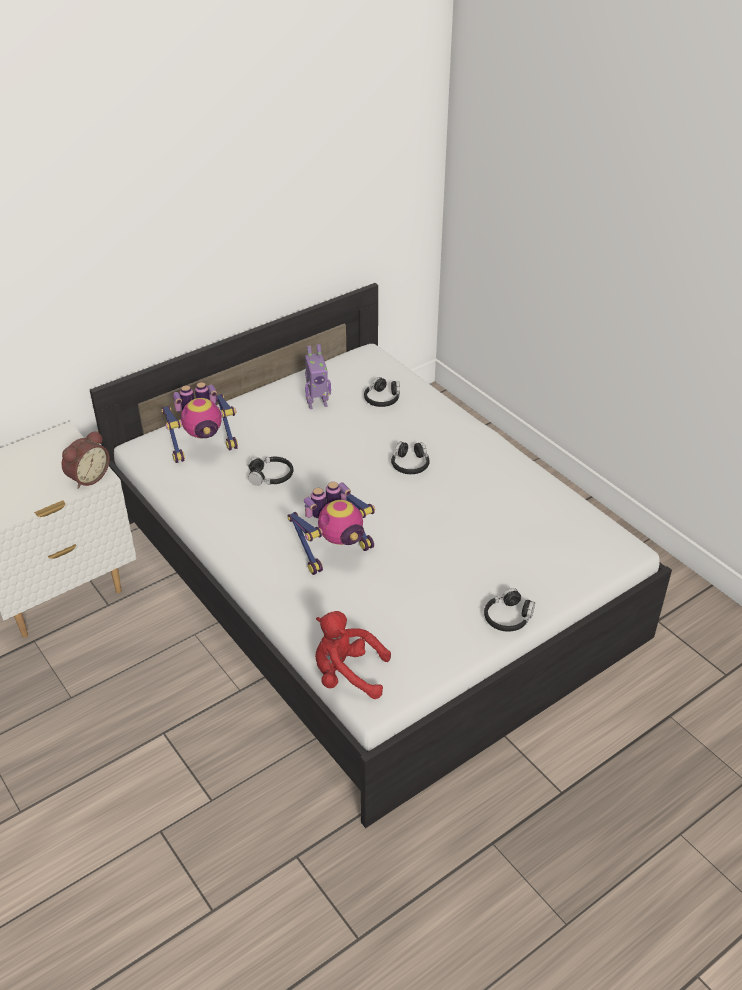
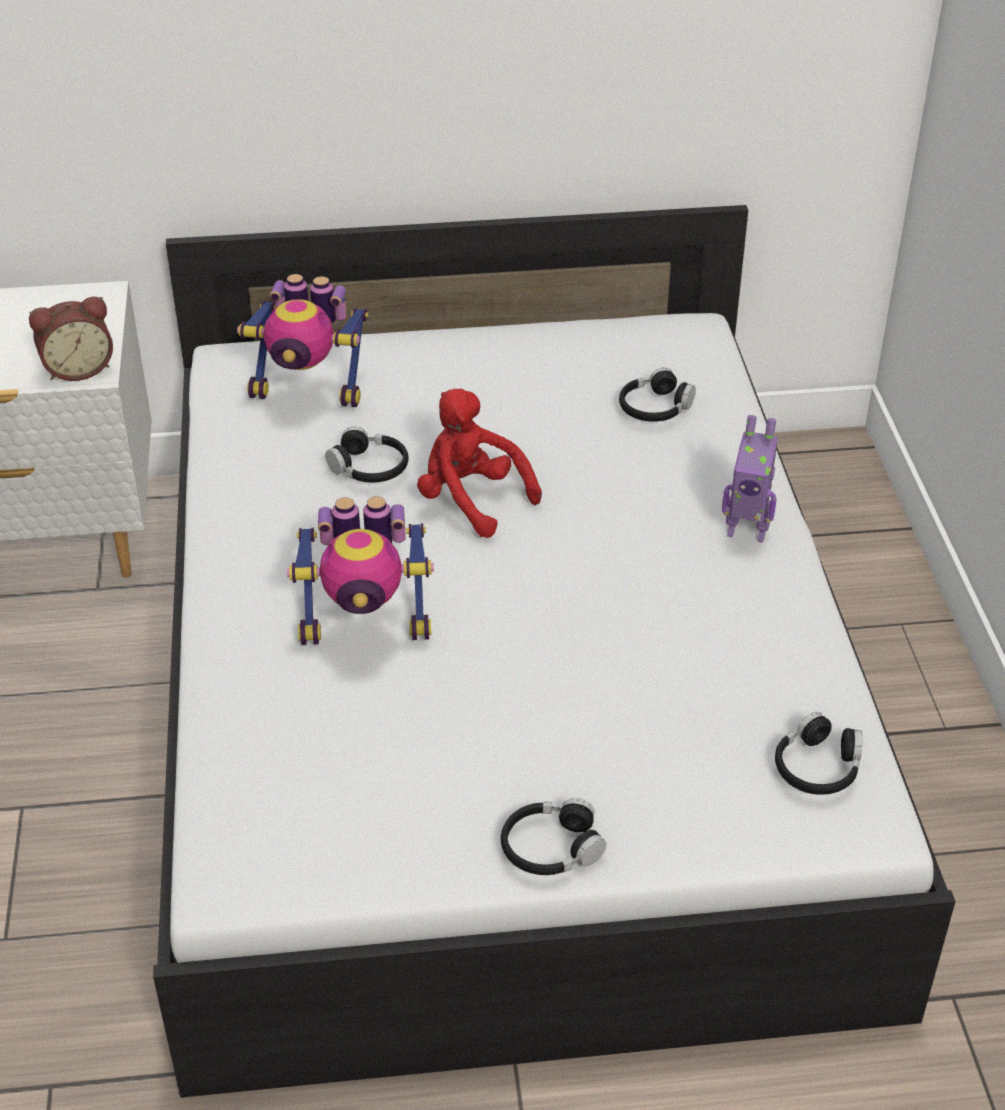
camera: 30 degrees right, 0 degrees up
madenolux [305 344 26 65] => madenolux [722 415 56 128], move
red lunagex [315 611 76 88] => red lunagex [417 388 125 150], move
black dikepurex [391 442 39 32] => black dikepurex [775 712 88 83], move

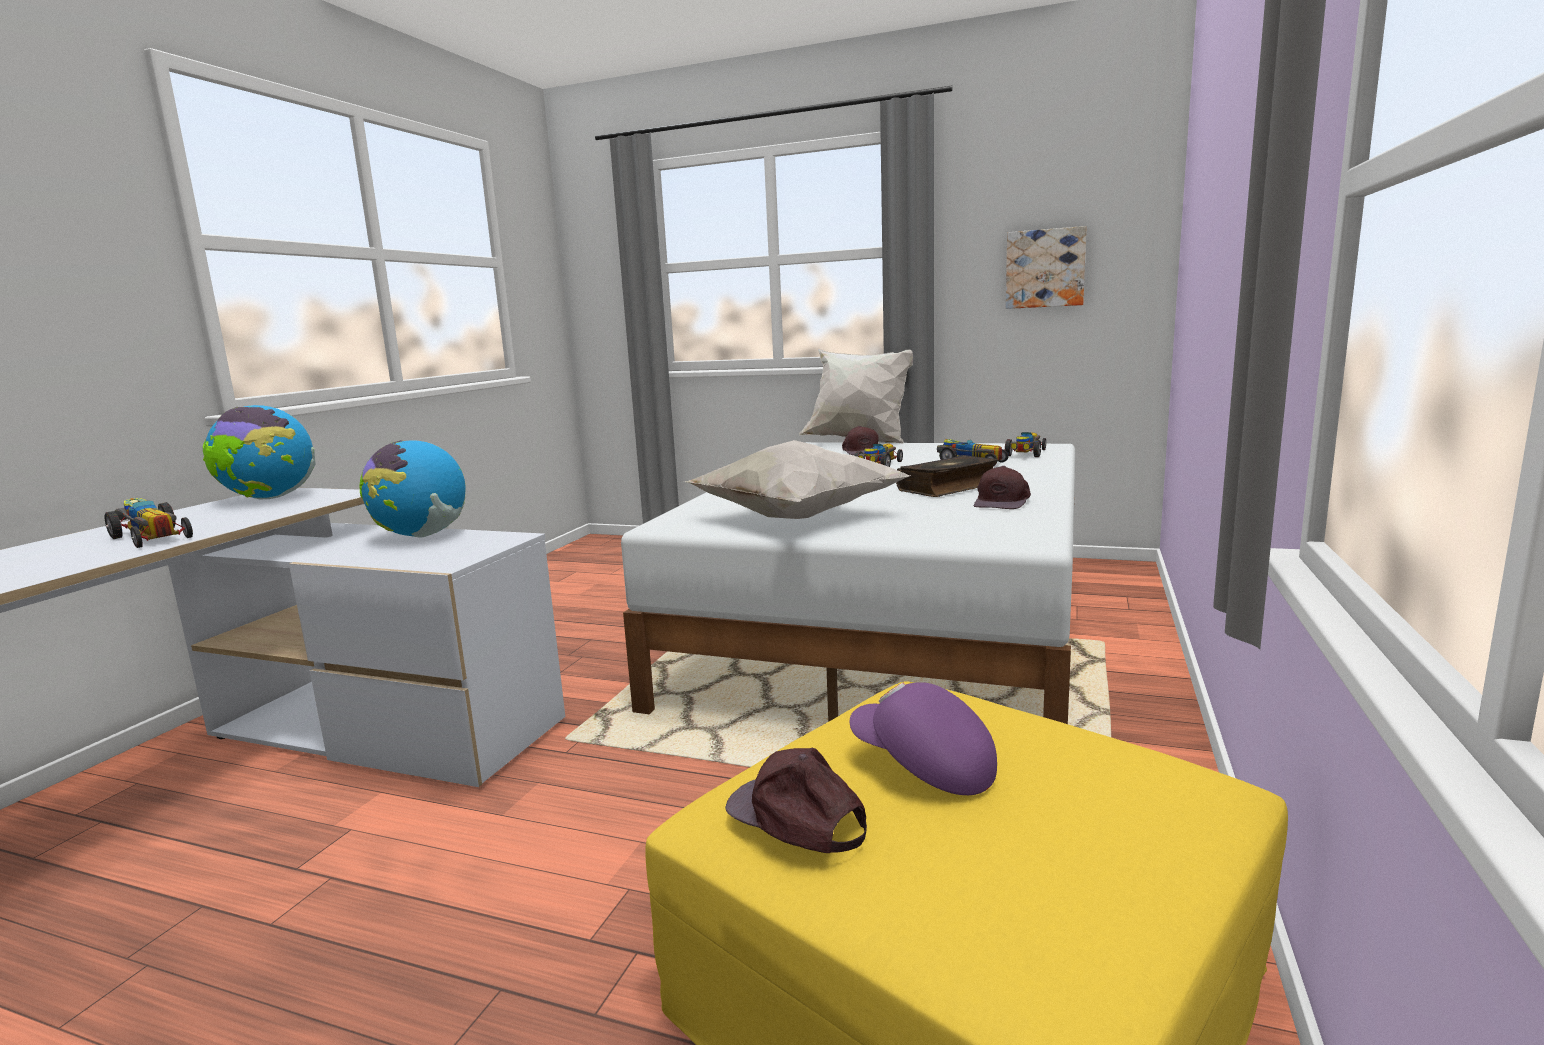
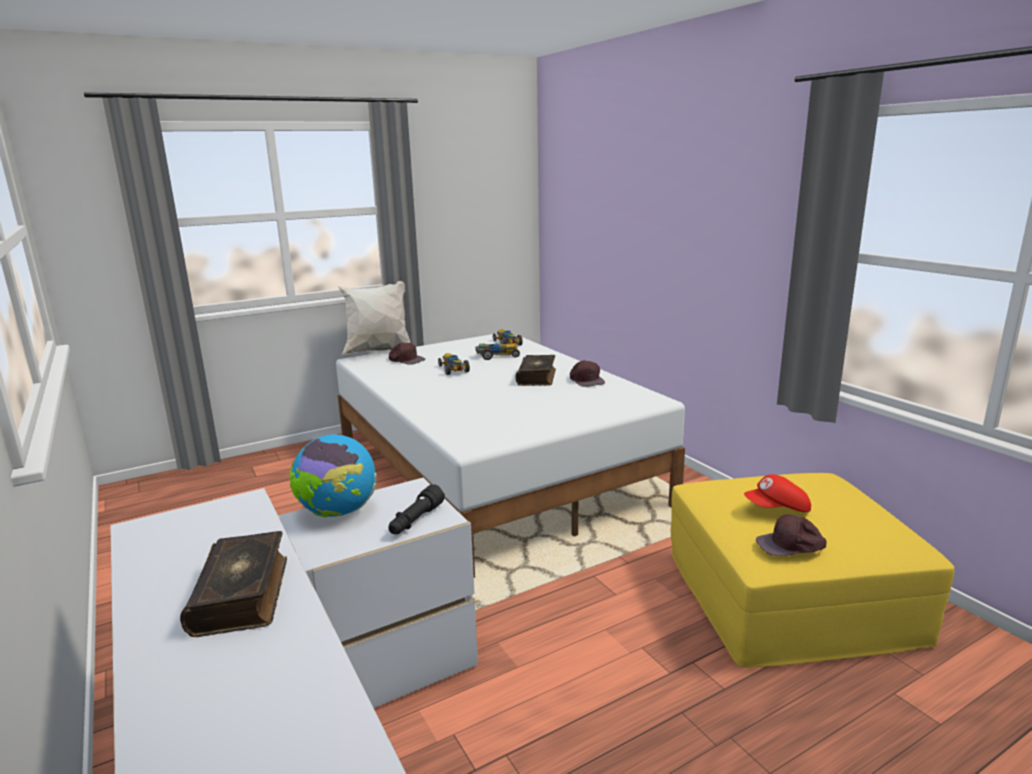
camera: 50 degrees left, 5 degrees up
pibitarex [203 405 113 94] => nothing
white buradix [684 440 226 79] => nothing
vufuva [1006 226 81 83] => nothing
nothing => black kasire [389 484 56 50]
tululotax [104 498 89 50] => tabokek [180 531 107 106]
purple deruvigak [850 682 147 113] => red deruvigak [744 474 67 38]

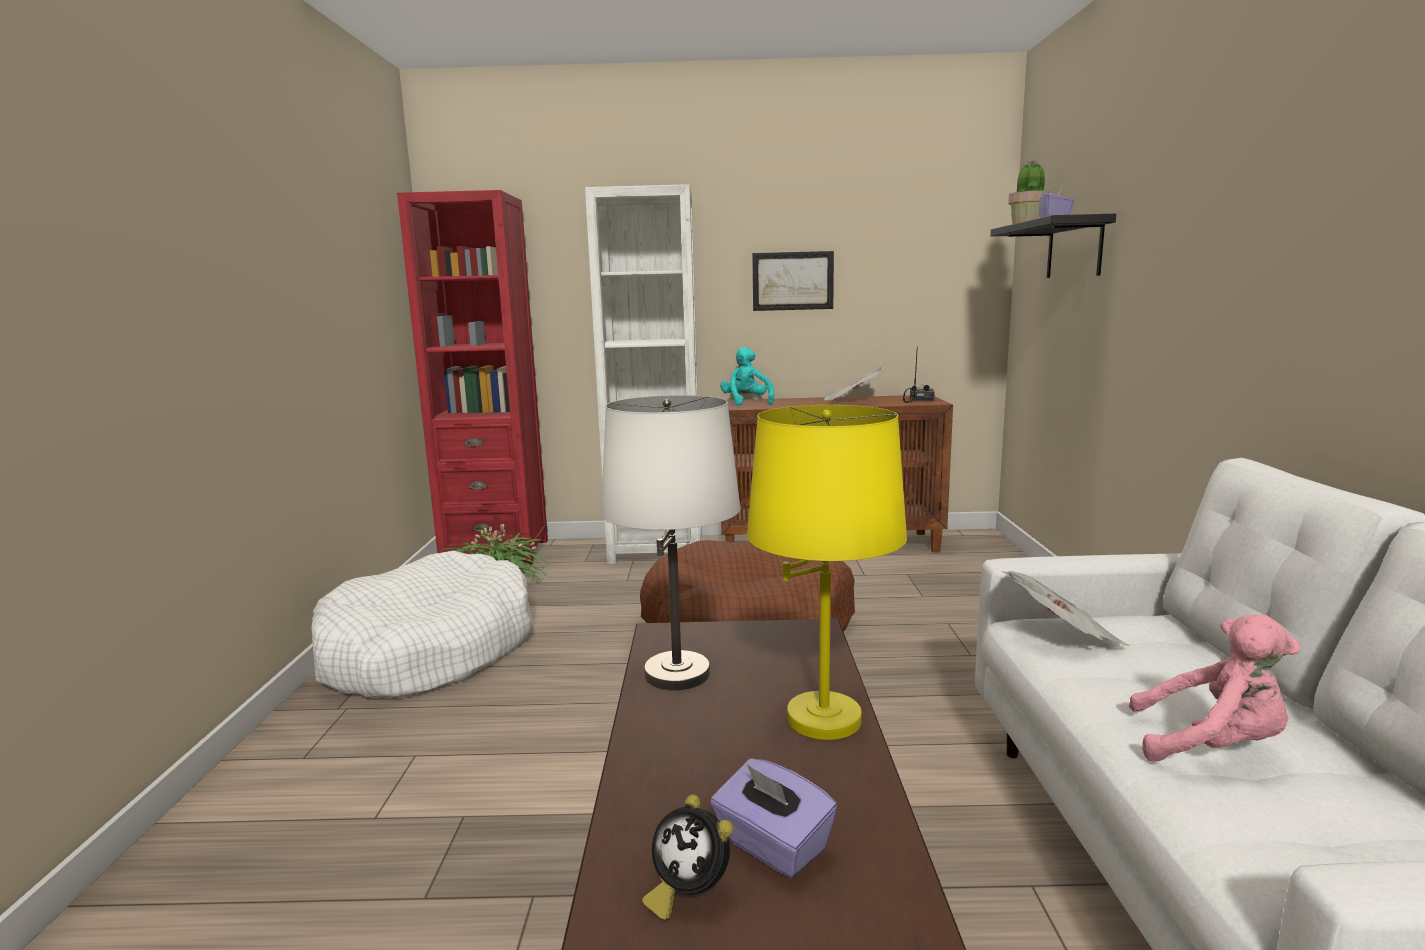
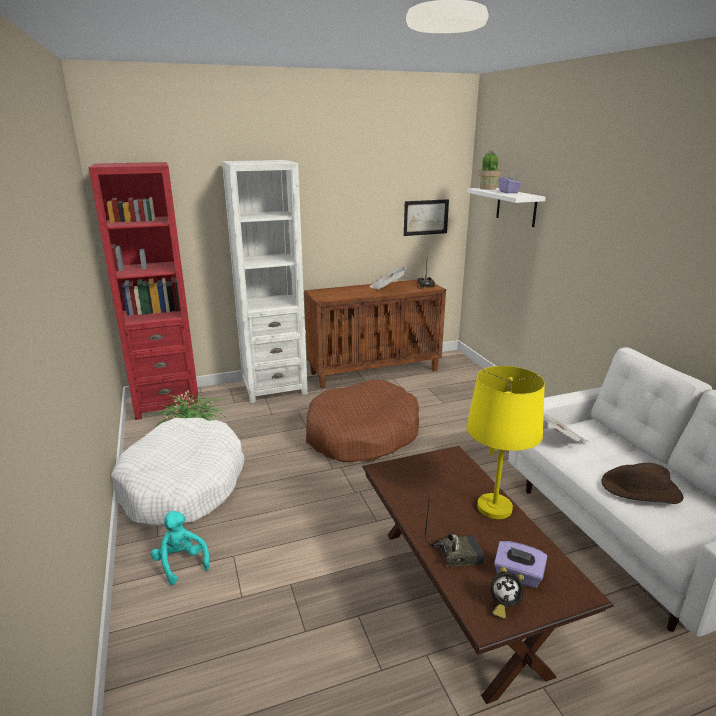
camera: 20 degrees left, 10 degrees up
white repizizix [601 395 140 295] => nothing
nothing => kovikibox [425 496 59 72]
turquoise lunagex [720 347 54 58] => turquoise lunagex [151 511 58 74], move
vufuva [752 251 82 60] => vufuva [404 199 45 37], move
pink lunagex [1129 614 171 148] => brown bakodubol [601 463 83 41]
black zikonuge [990 214 126 64] => white zikonuge [467 188 79 39]

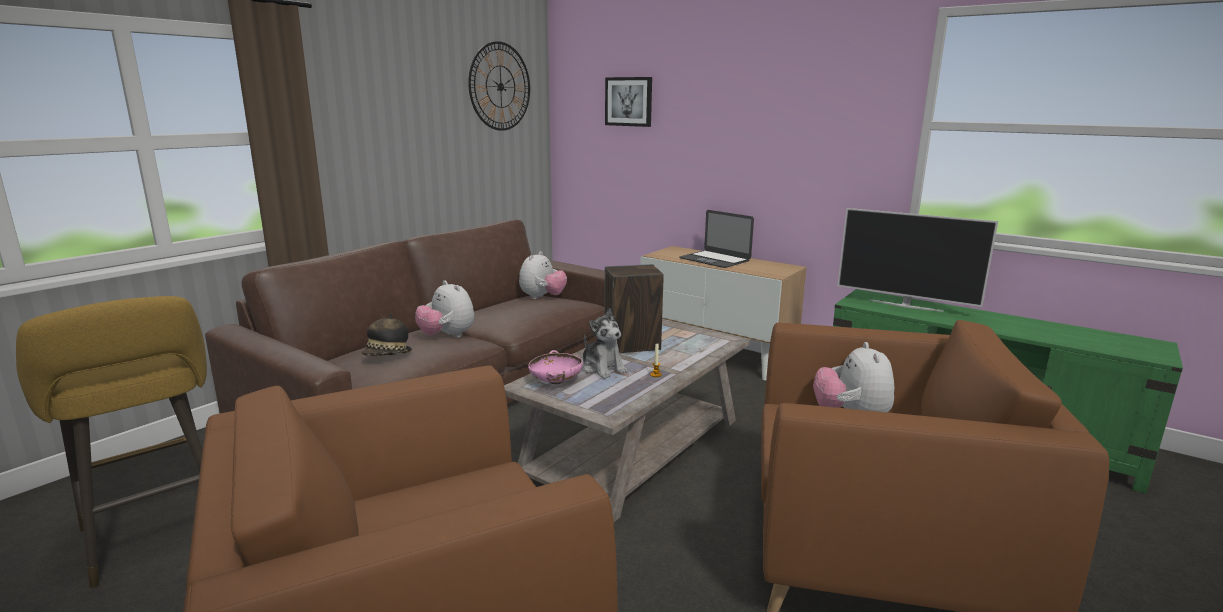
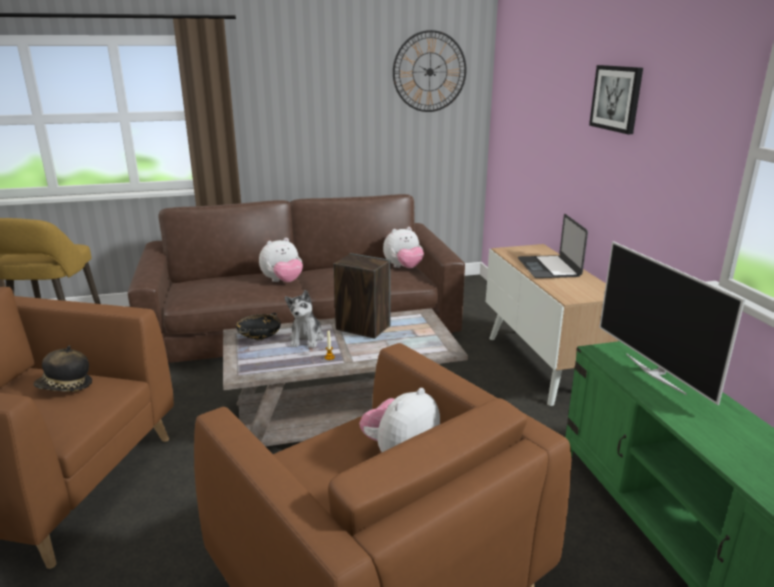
camera: 40 degrees right, 5 degrees up
bakodubol [361 313 51 43] => bakodubol [33 346 59 46], move
vufuva [605 77 47 50] => vufuva [589 65 54 69], move
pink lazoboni [528 350 55 35] => black lazoboni [236 313 45 27]
lunagex [415 281 59 57] => lunagex [259 238 44 44], 120 degrees counterclockwise

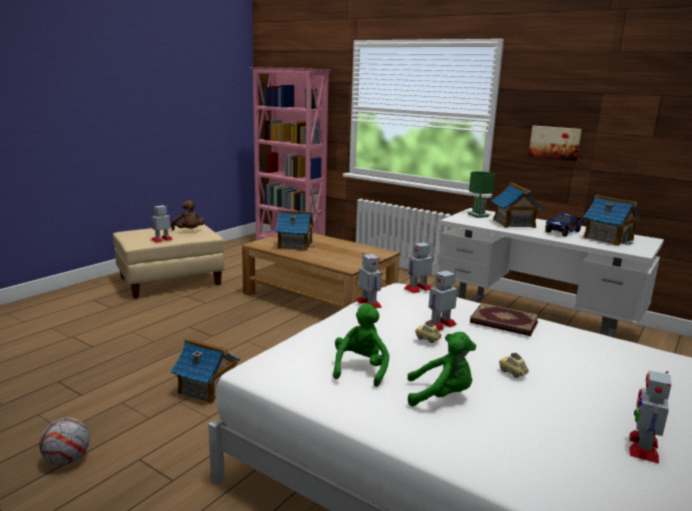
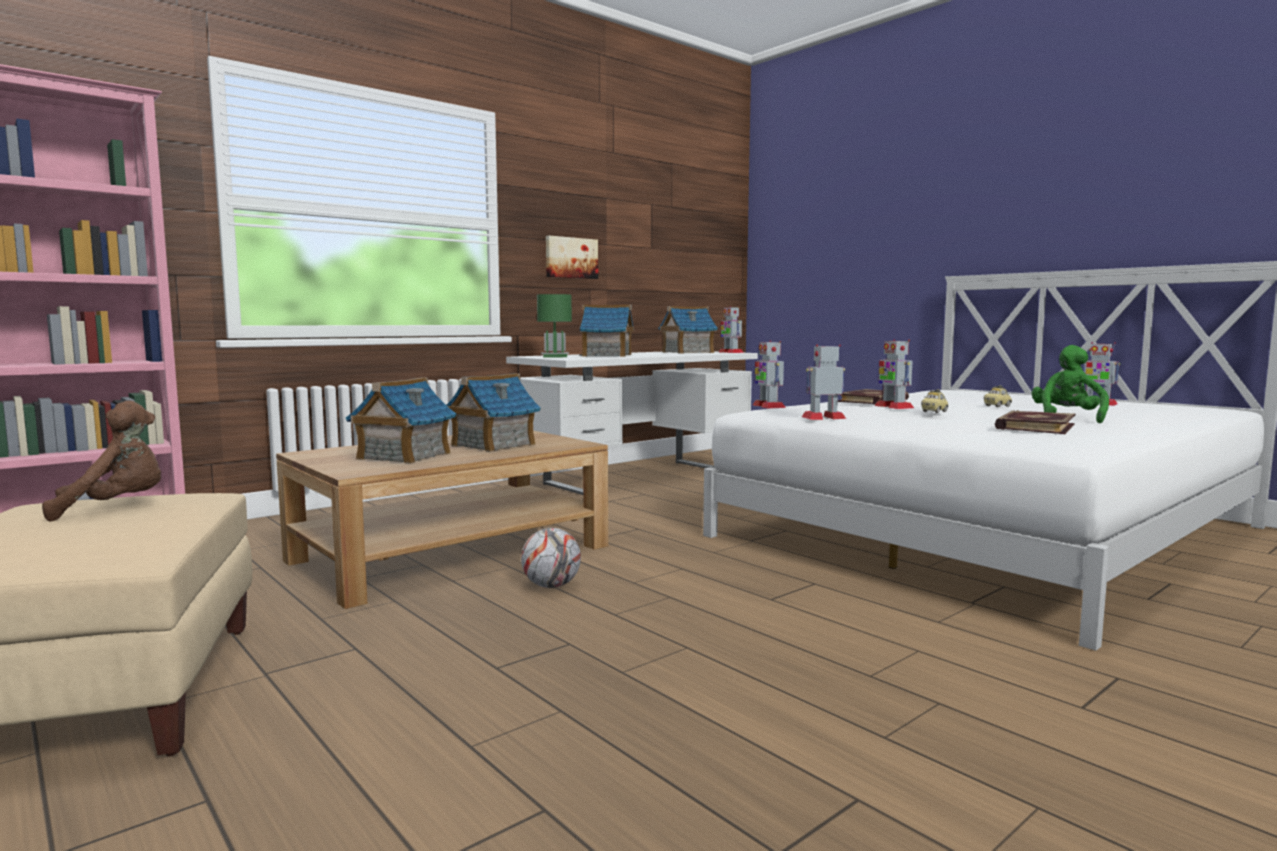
camera: 75 degrees left, 10 degrees down
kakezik [545 213 39 23] => nothing
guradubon [39 417 51 48] => guradubon [521 528 60 60], move
madenolux [152 205 21 37] => madenolux [719 306 25 47], move
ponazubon [171 338 69 66] => ponazubon [447 373 94 79], move
green lunagex [333 303 56 84] => tabokek [995 410 81 24]

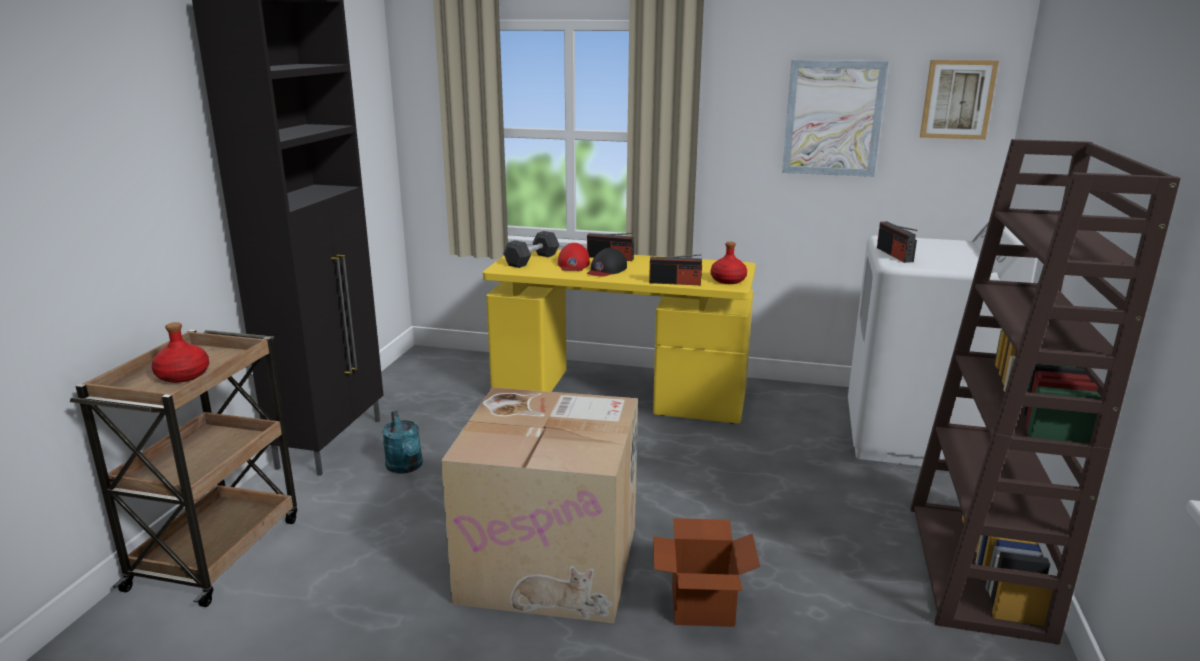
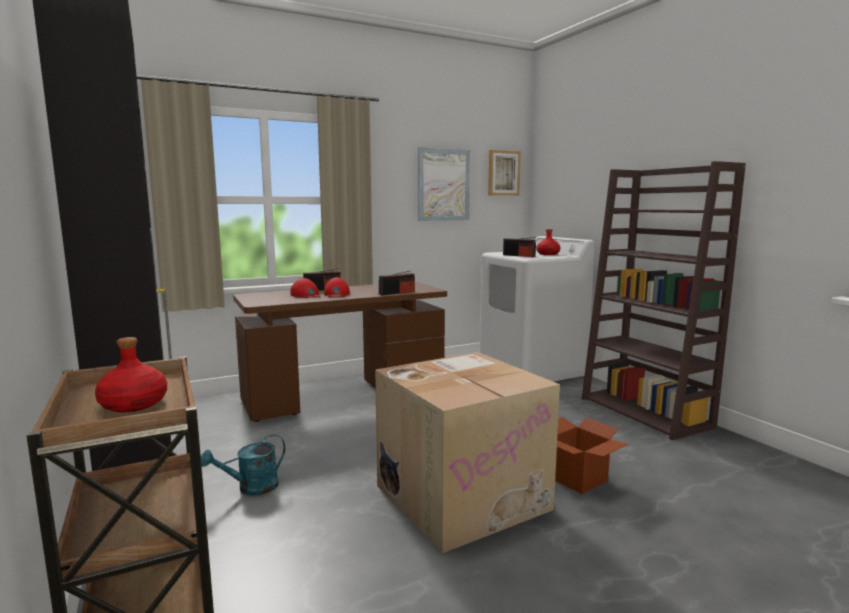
camera: 40 degrees left, 10 degrees down
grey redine [503 231 56 37] => nothing
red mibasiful [711 242 36 42] => red mibasiful [537 229 24 26], move
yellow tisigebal [483 250 273 174] => brown tisigebal [233 282 214 140]
black deruvigak [587 248 40 29] => red deruvigak [324 277 26 20]
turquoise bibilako [382 411 41 62] => turquoise bibilako [201 434 84 61], 120 degrees clockwise

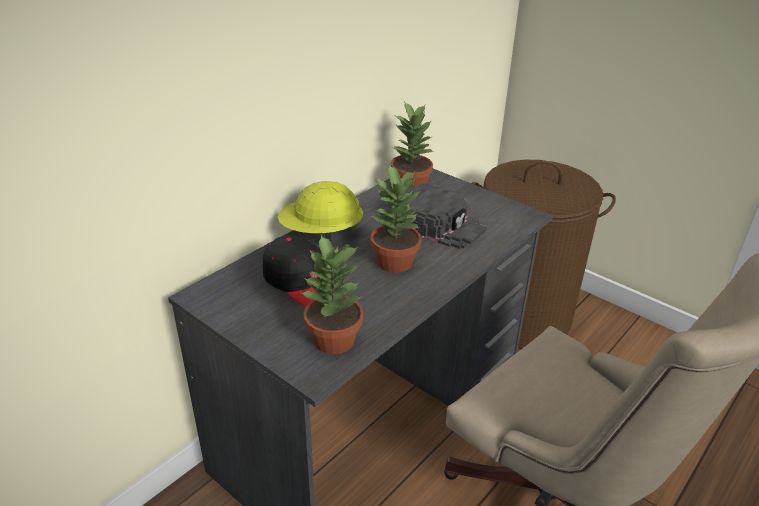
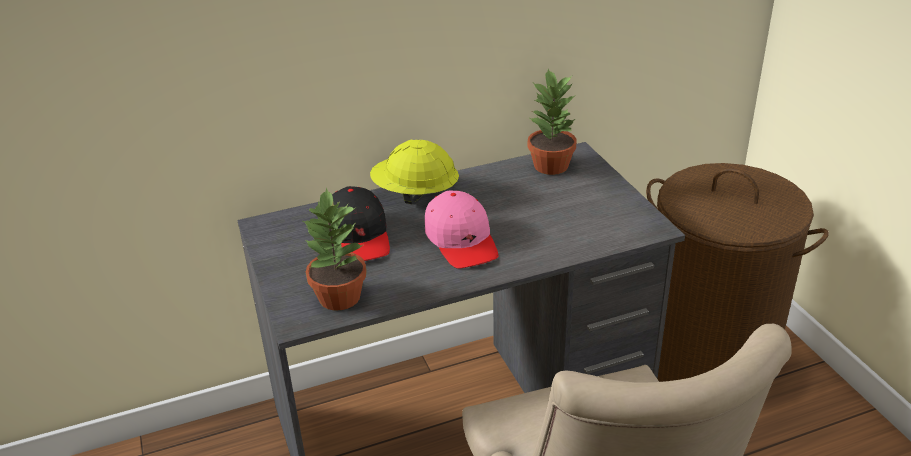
camera: 30 degrees right, 0 degrees up
black deruvigak [392 183 95 66] => nothing
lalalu [371 164 50 109] => pink deruvigak [425 191 74 77]

